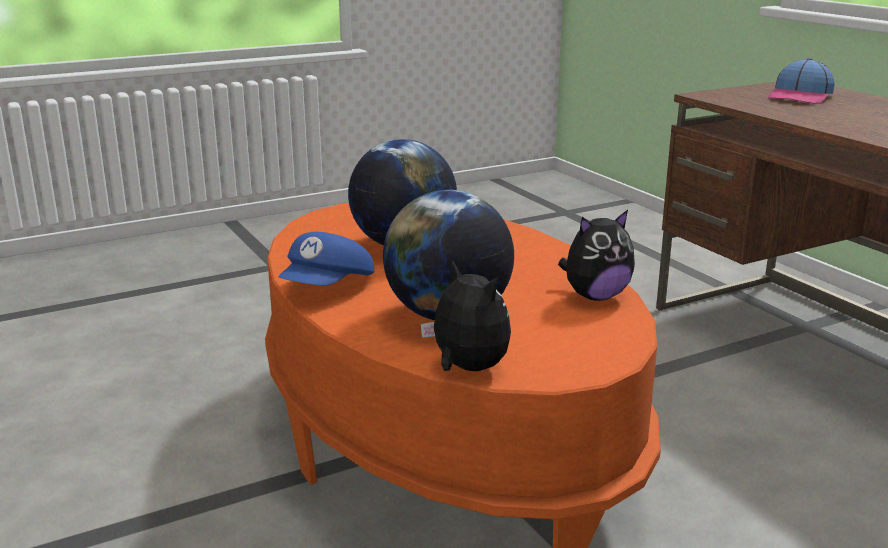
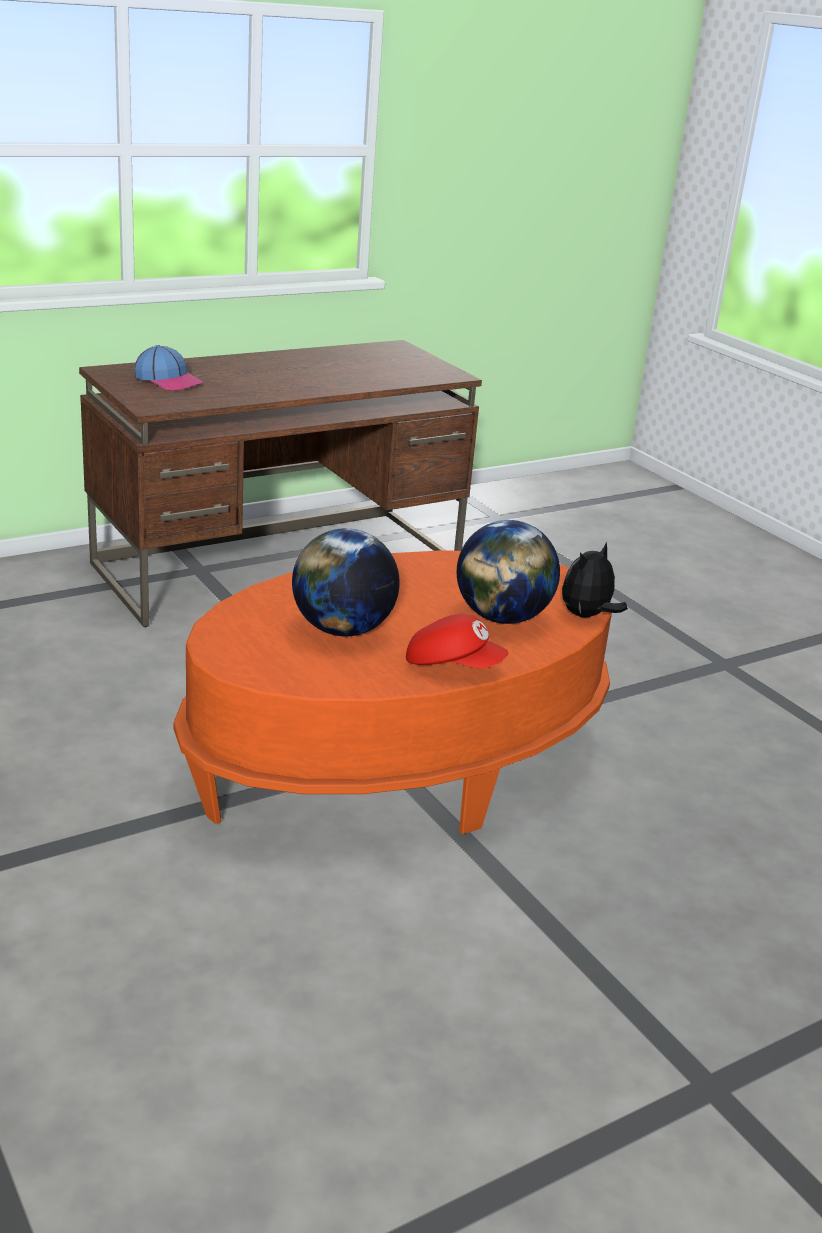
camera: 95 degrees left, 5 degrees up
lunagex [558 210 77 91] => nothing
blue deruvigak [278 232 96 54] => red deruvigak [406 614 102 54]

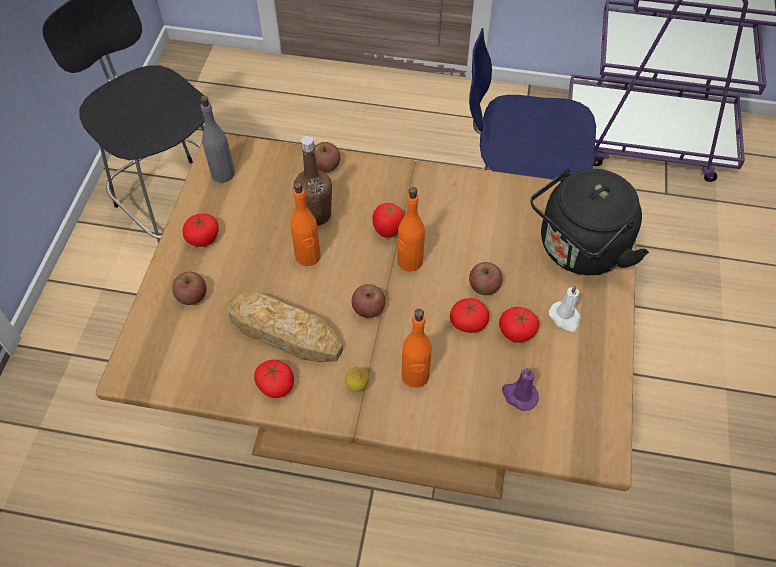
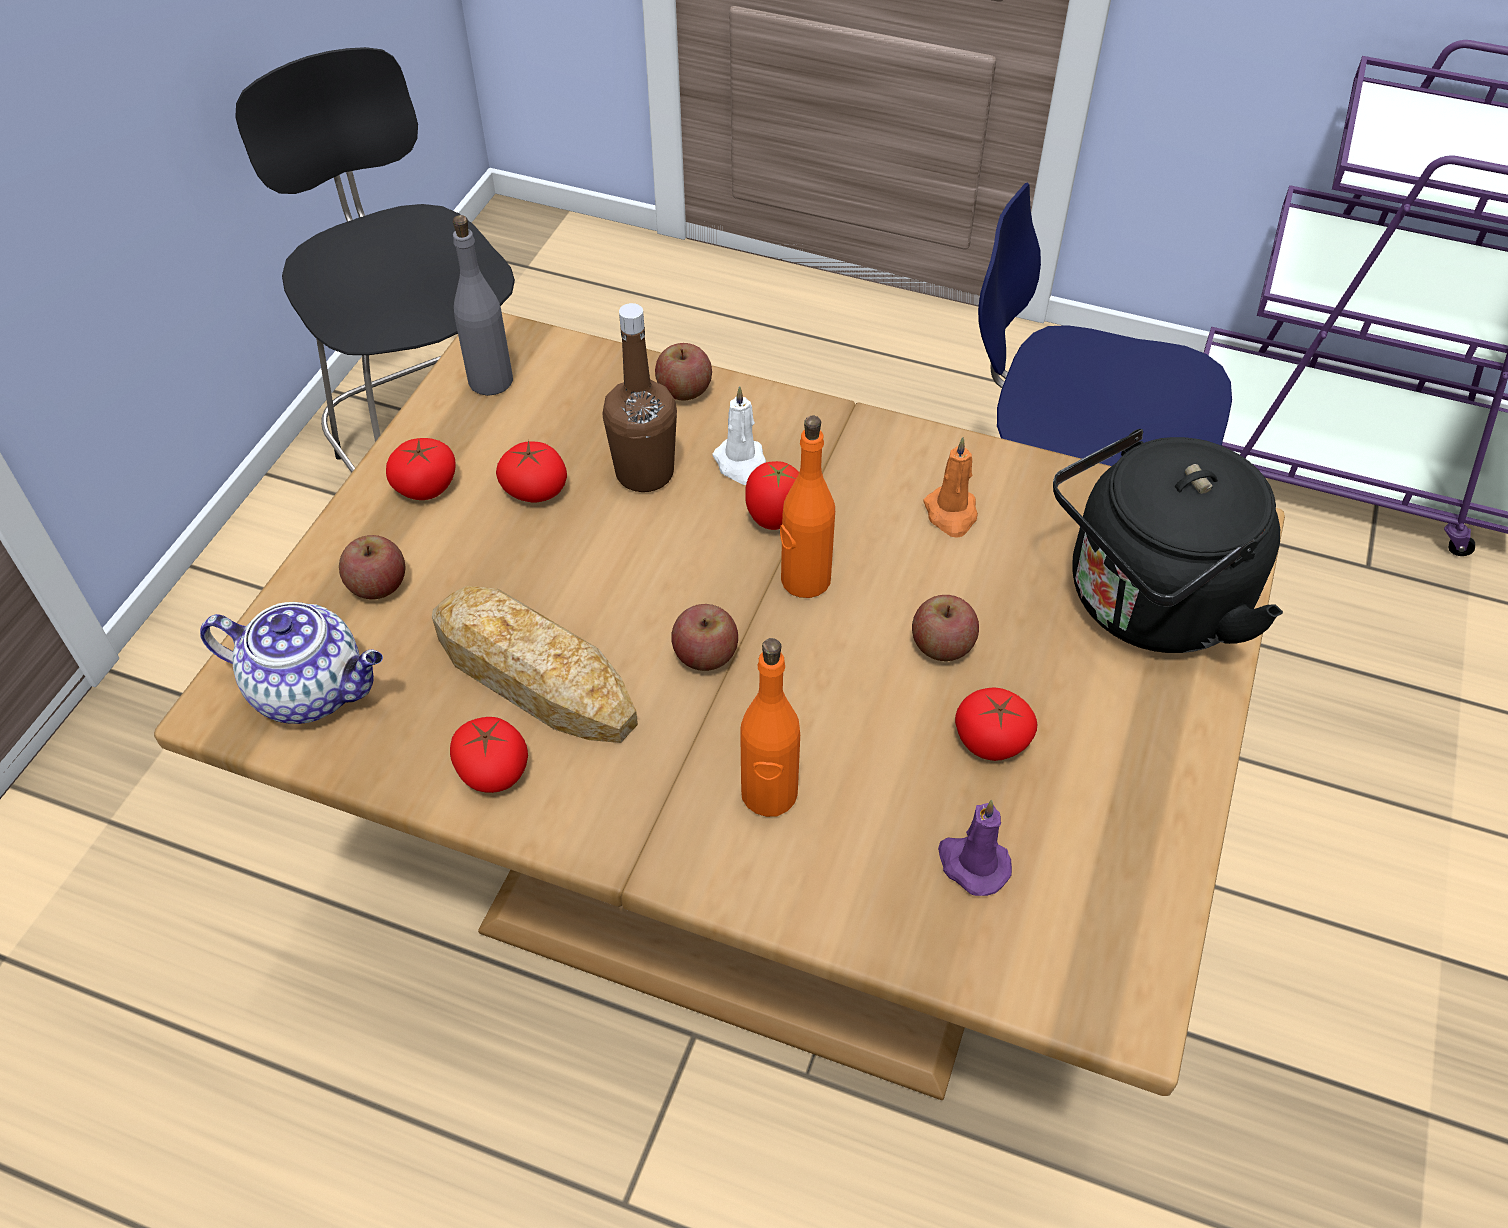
camera: 10 degrees right, 5 degrees down
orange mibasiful [290 181 31 85] => nothing
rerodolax [345 367 24 25] => nothing
nothing => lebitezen [200 602 183 122]
nothing => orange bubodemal [923 437 55 101]
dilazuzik [450 298 39 35] => dilazuzik [496 440 71 62], move
white bubodemal [549 285 32 47] => white bubodemal [712 386 54 99], move

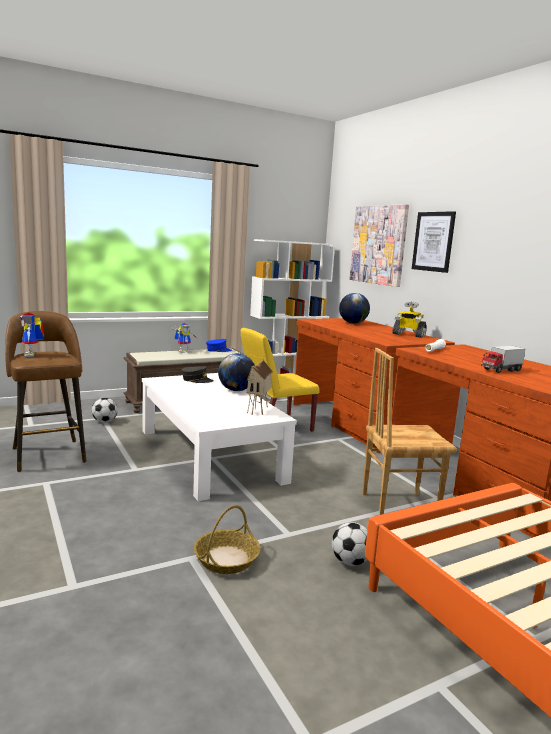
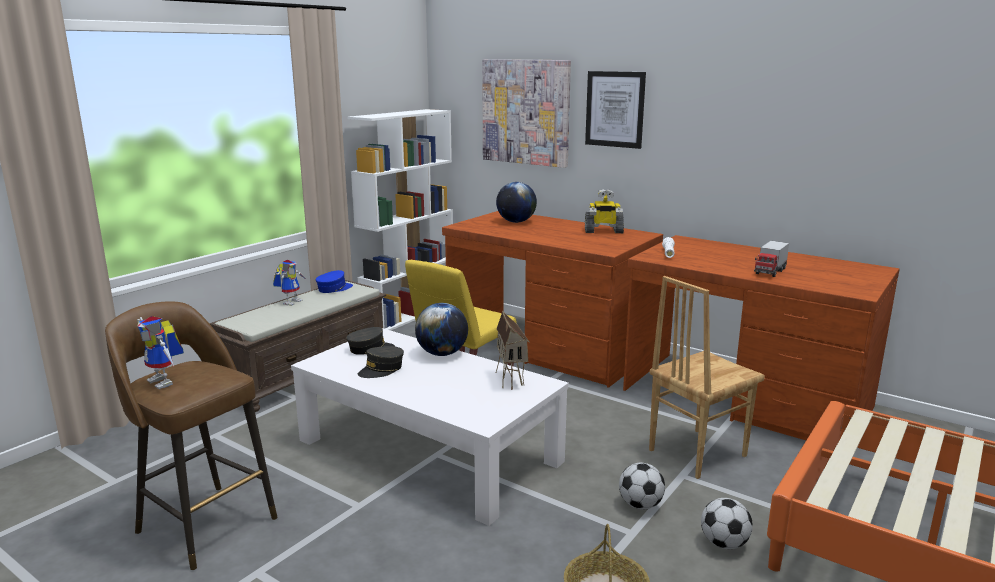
camera: 25 degrees left, 5 degrees up
nothing => grey deruvigak [358 346 46 32]
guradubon [92 398 26 25] => guradubon [619 463 46 47], move

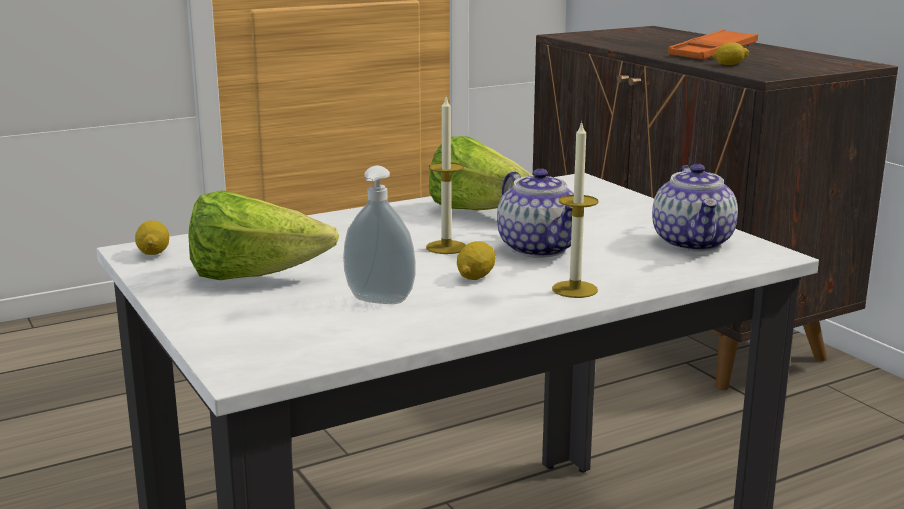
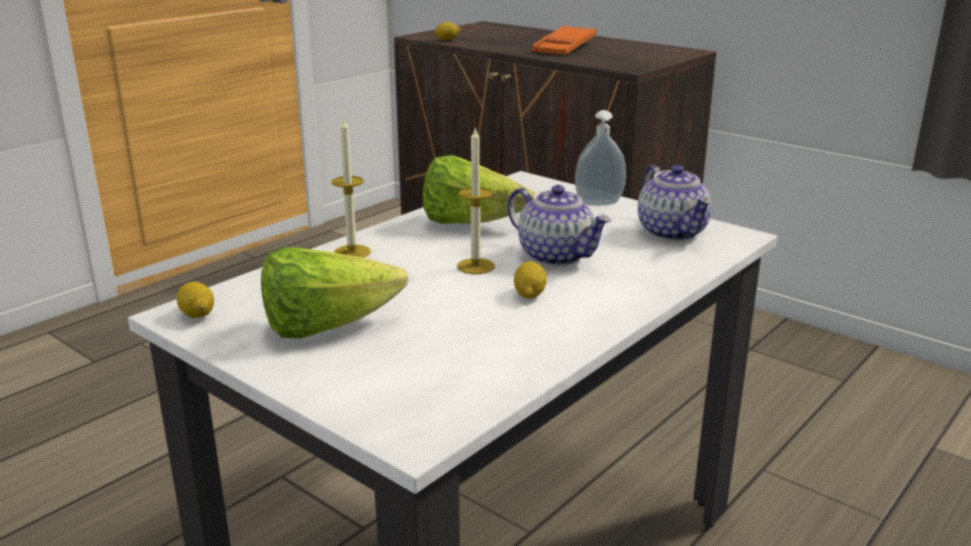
camera: 20 degrees left, 5 degrees up
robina [343 166 73 138] => robina [575 110 51 96], move
bubodemal [552 121 47 177] => bubodemal [331 117 40 140], move
rerodolax [712 42 37 23] => rerodolax [433 22 28 18], move

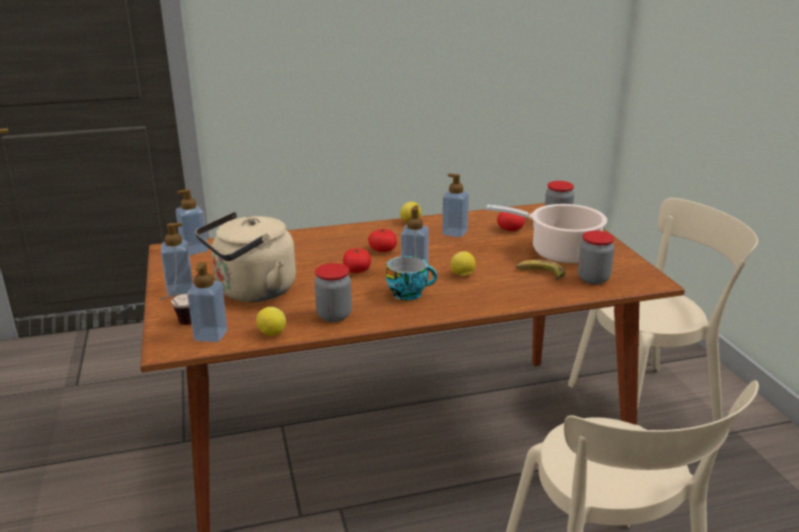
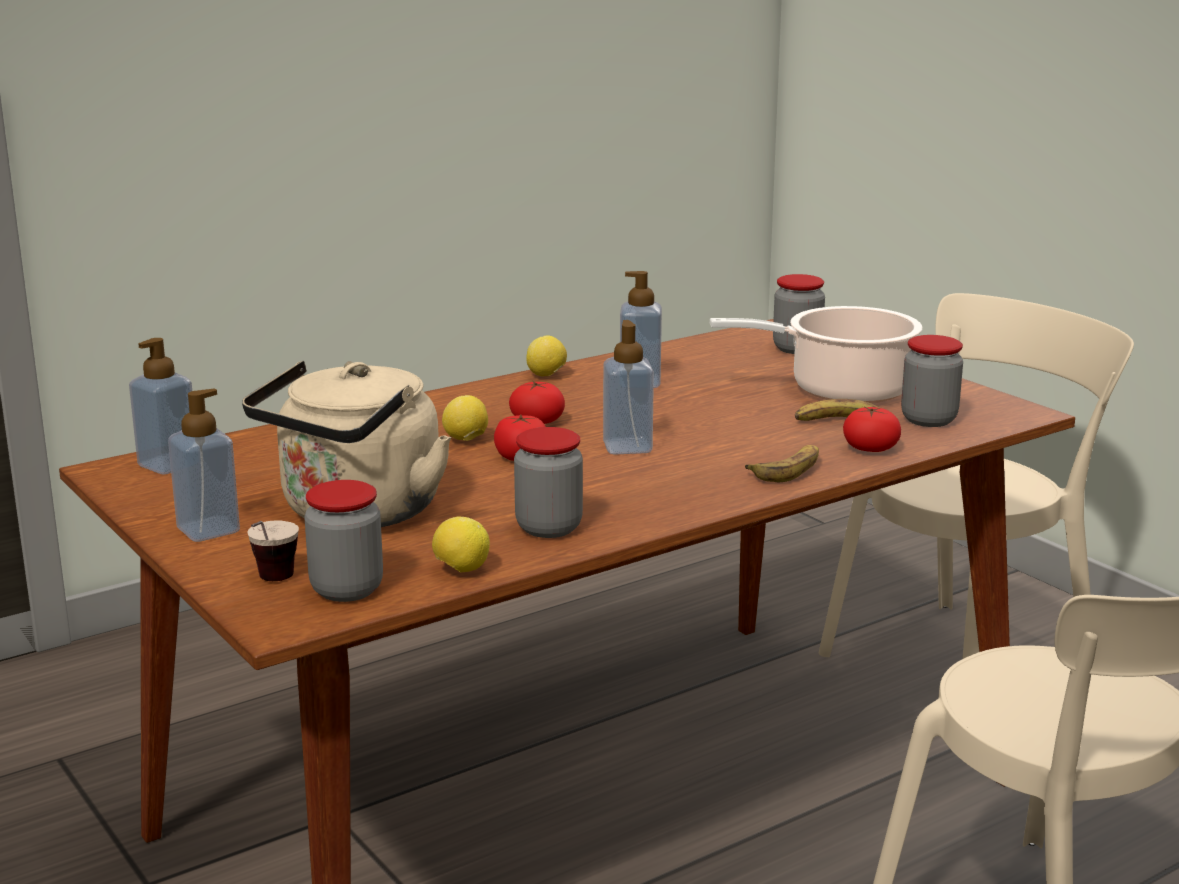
camera: 20 degrees left, 5 degrees down
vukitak [386 256 51 44] => nothing
nothing => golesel [745 445 74 37]
rerodolax [450 251 26 25] => rerodolax [442 395 46 46], move
dilazuzik [497 212 28 19] => dilazuzik [843 406 58 46], move
robina [187 262 41 80] => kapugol [304 480 79 122]

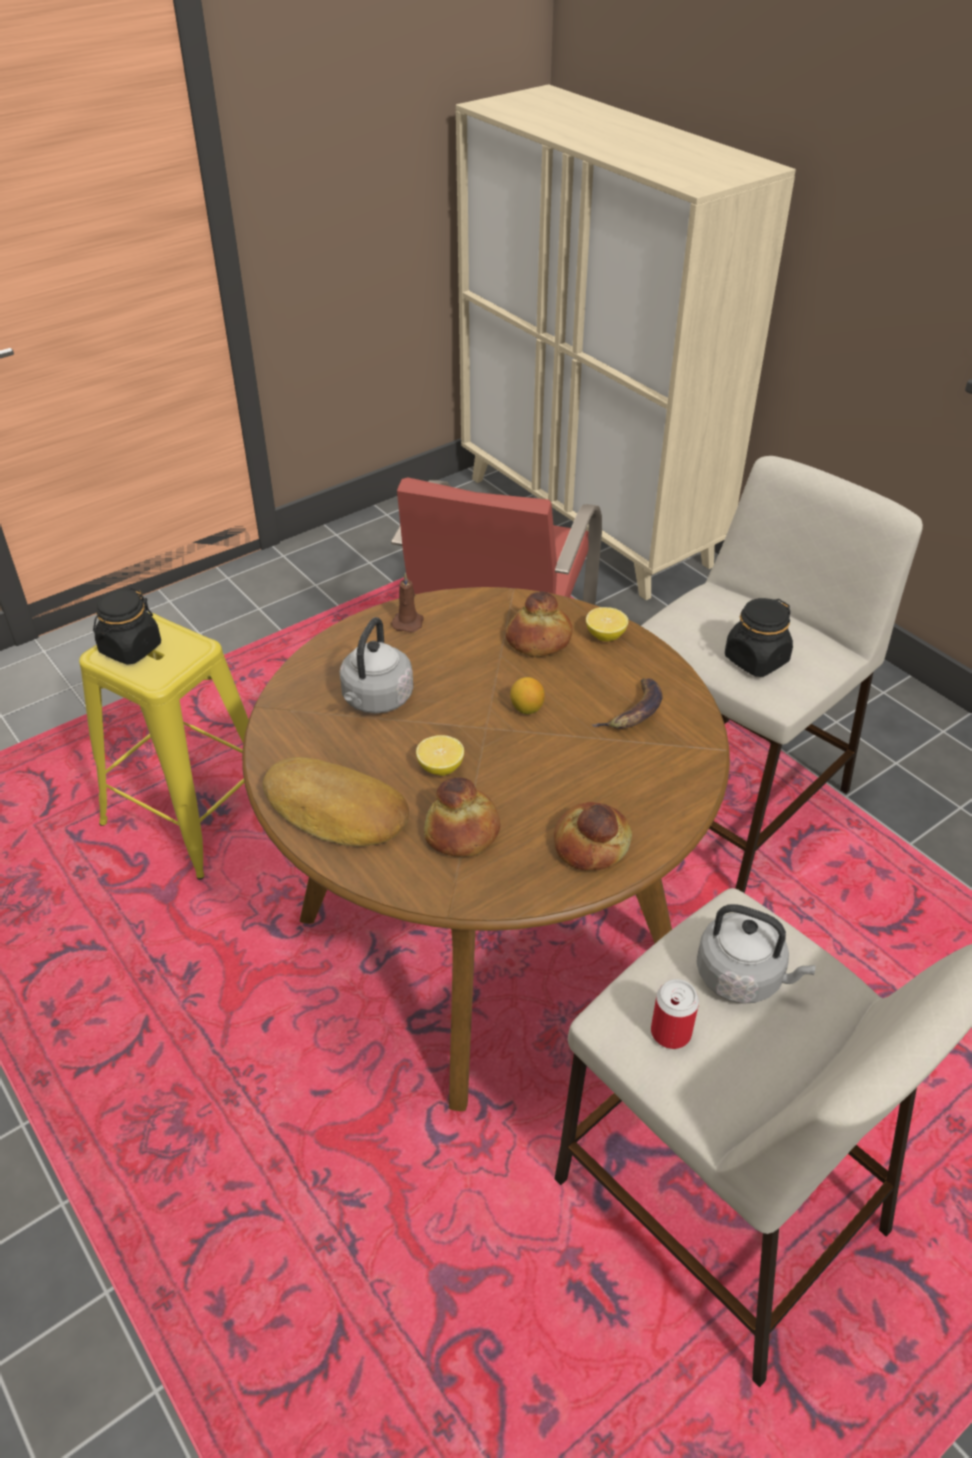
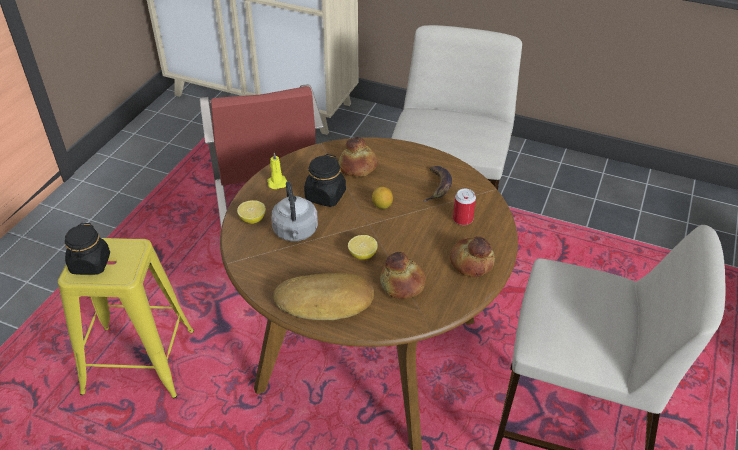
camera: 30 degrees left, 0 degrees up
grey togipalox [697 904 119 100] => nothing
rerodolax [586 607 42 34] => rerodolax [237 200 29 24], move
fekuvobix [651 979 48 70] => fekuvobix [453 189 23 36], move
black kapugol [725 598 68 79] => black kapugol [304 154 42 53], move
brown bubodemal [391 573 33 59] => yellow bubodemal [267 152 20 37]

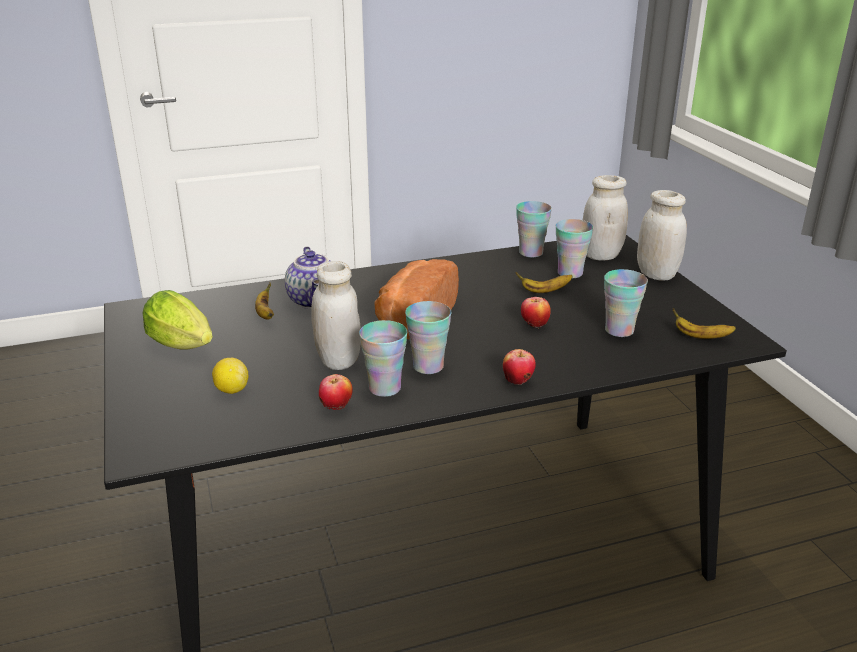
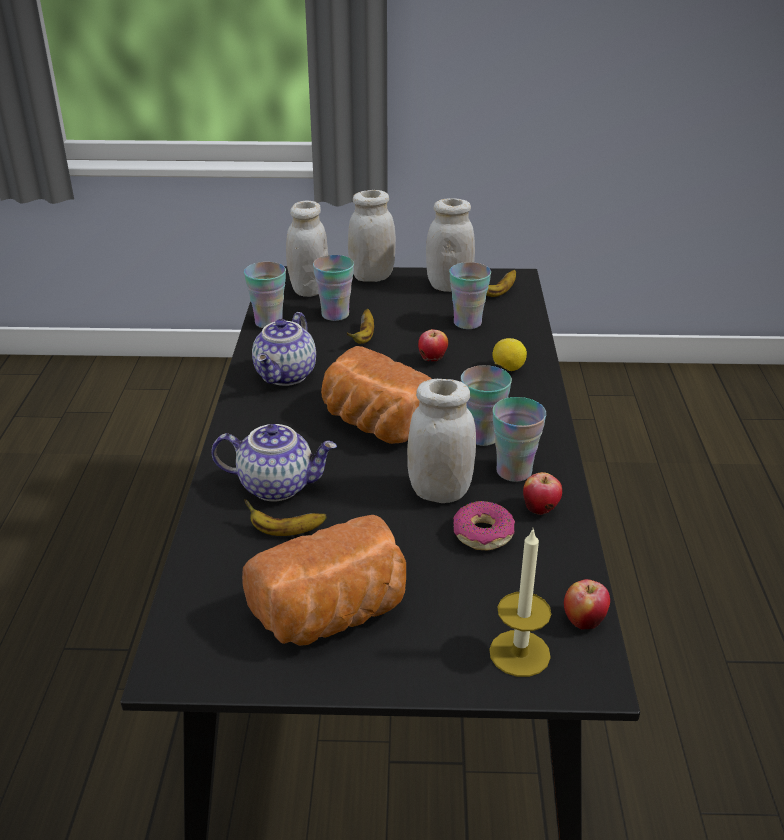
camera: 70 degrees left, 5 degrees up
nothing => lebitezen [252 312 64 74]
nothing => white kapugol [426 198 49 94]
nothing => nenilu [453 501 62 49]
nothing => bubodemal [489 530 62 147]
rerodolax [212 358 36 36] => rerodolax [493 338 34 33], move
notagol [503 349 33 36] => notagol [564 579 46 50], move
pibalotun [143 290 70 60] => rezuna [242 515 164 131]

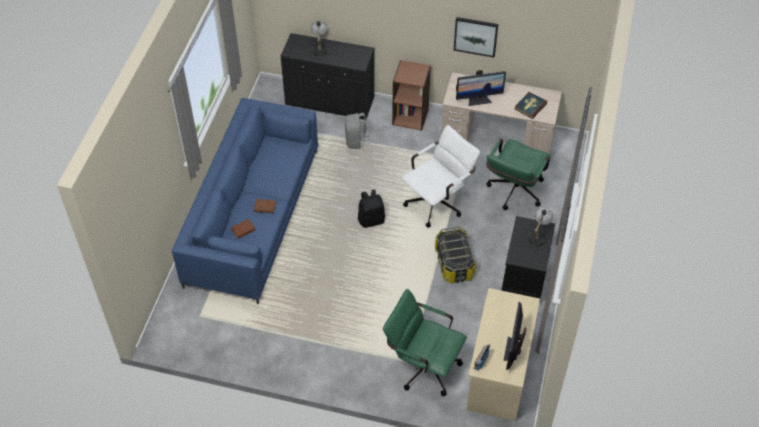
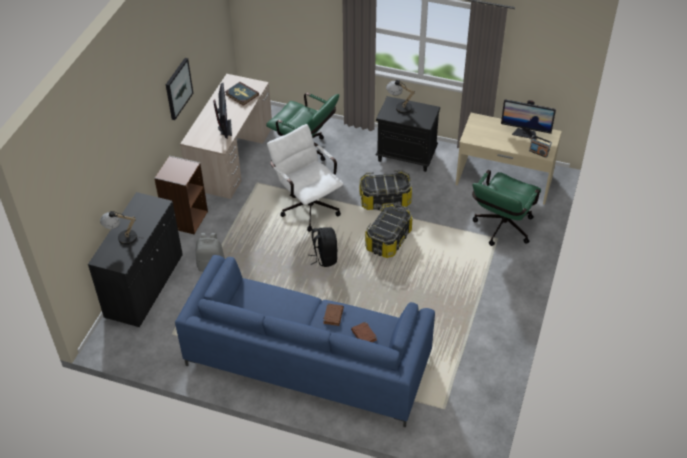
camera: 85 degrees left, 5 degrees down
nothing => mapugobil [365 203 48 55]

